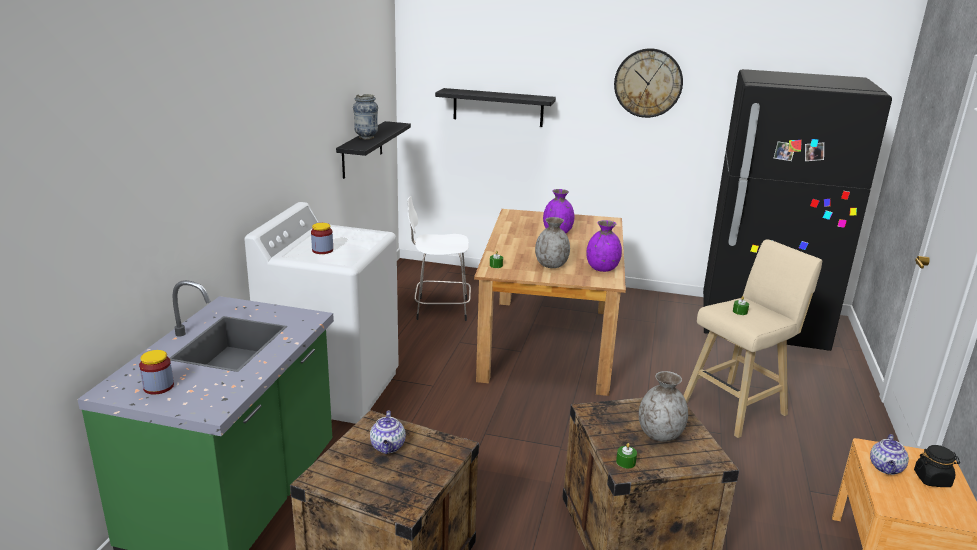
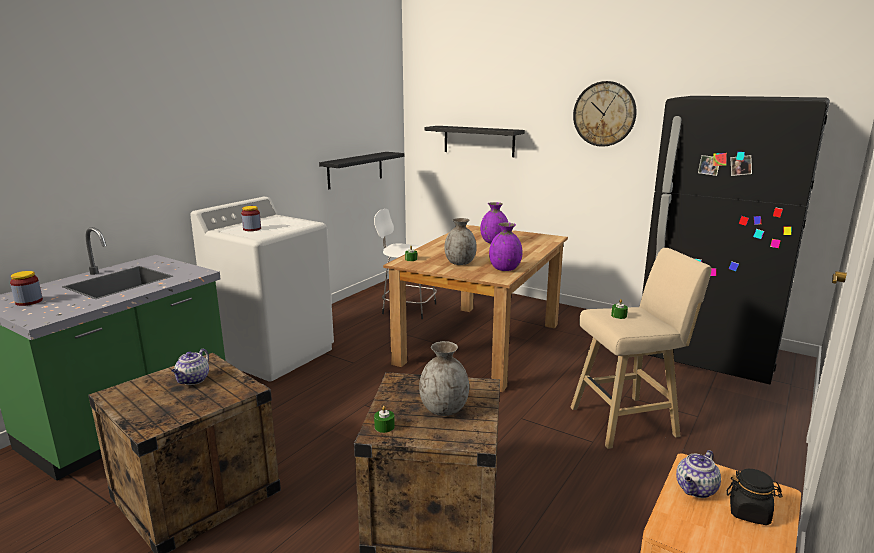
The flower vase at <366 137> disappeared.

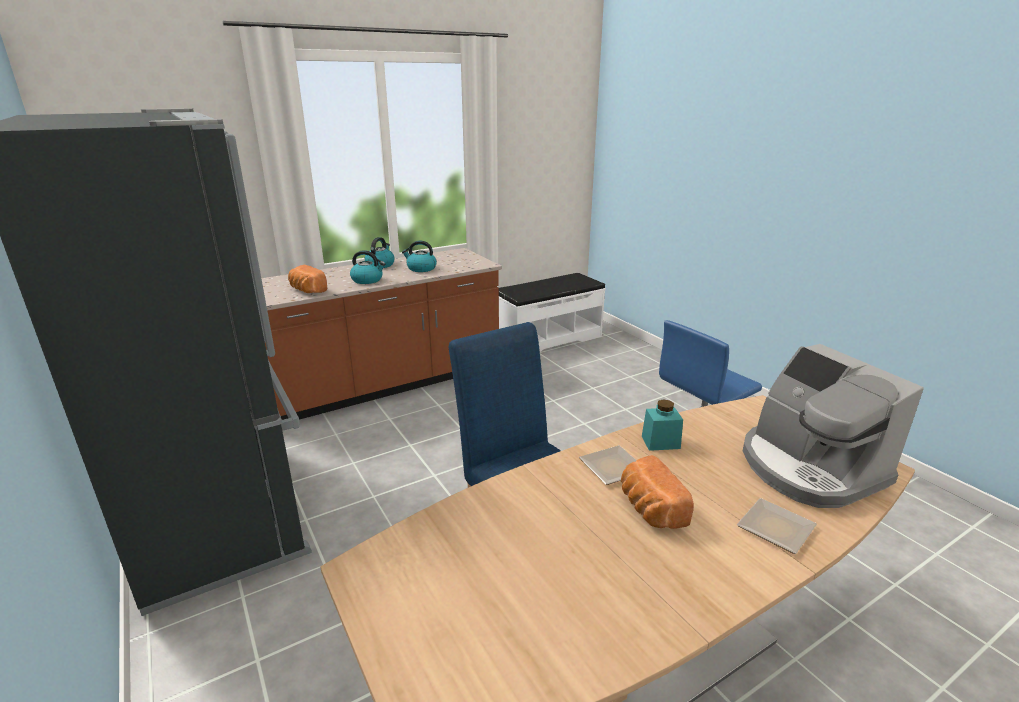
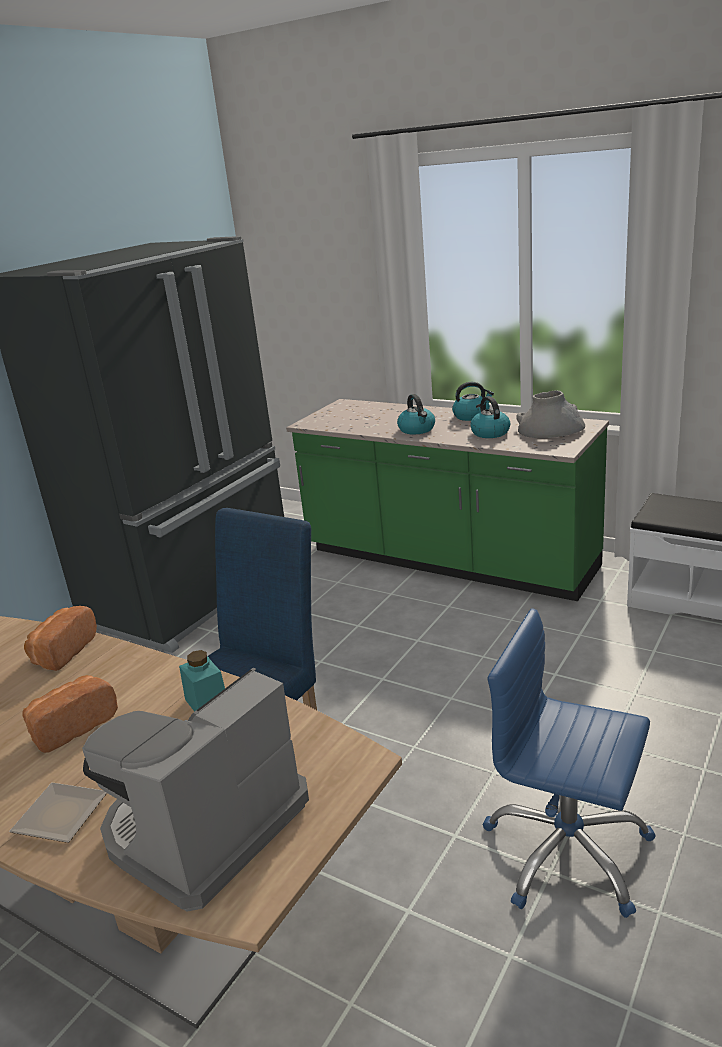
The brownish counter at <383 386> became the greenish counter at <447 561>.
The bread moved from <307 290> to <62 652>.
The plate at <613 466> disappeared.
The gray flower vase at <550 430> appeared.

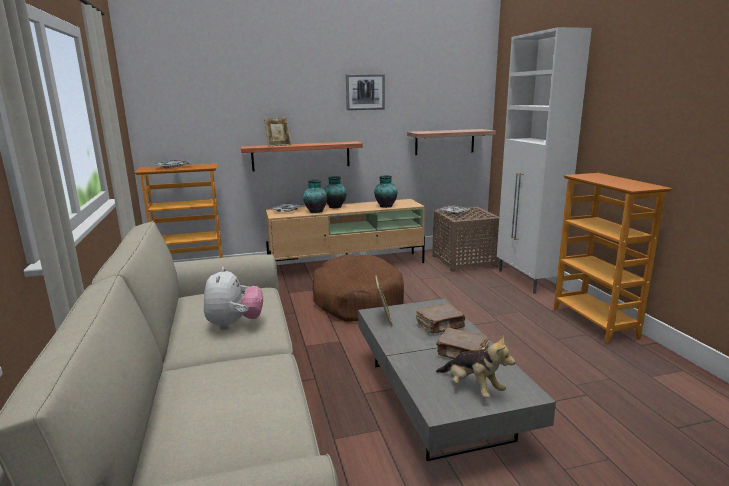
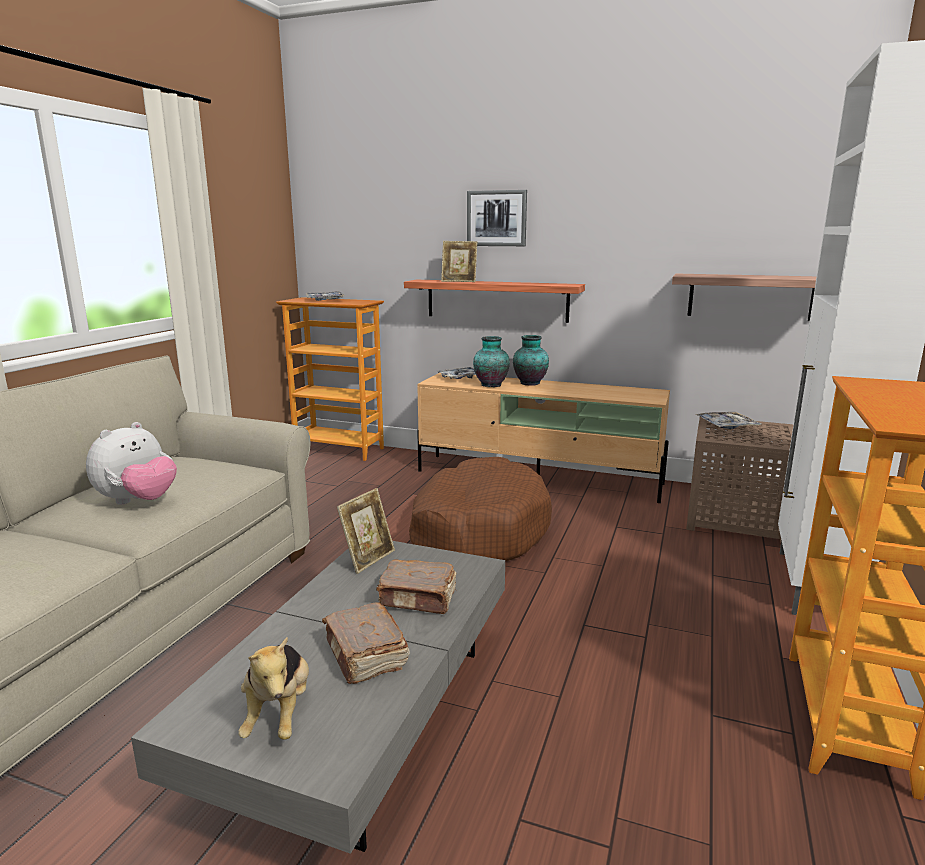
The picture moved from <365 92> to <496 218>.
The flower vase at <385 206> disappeared.

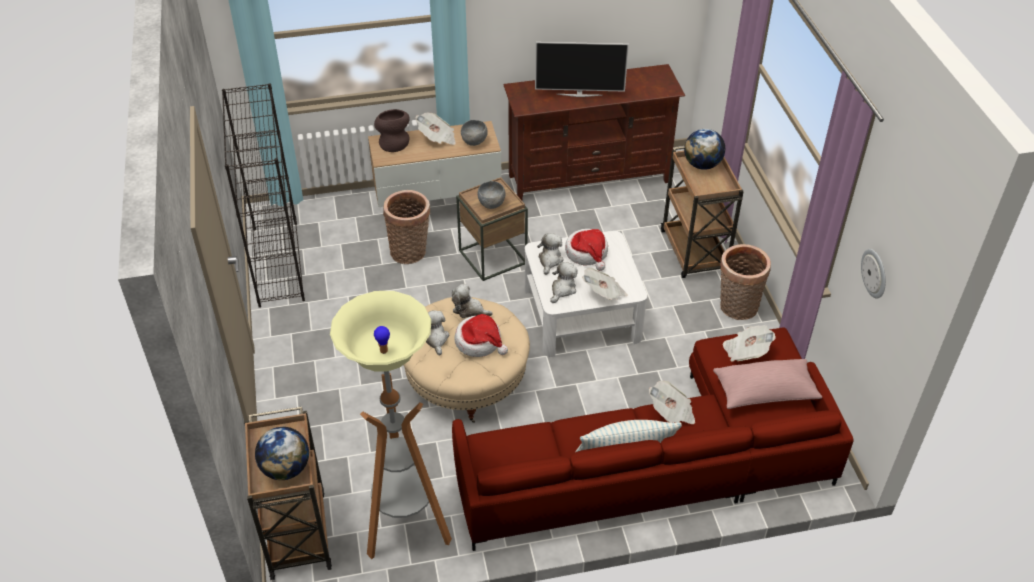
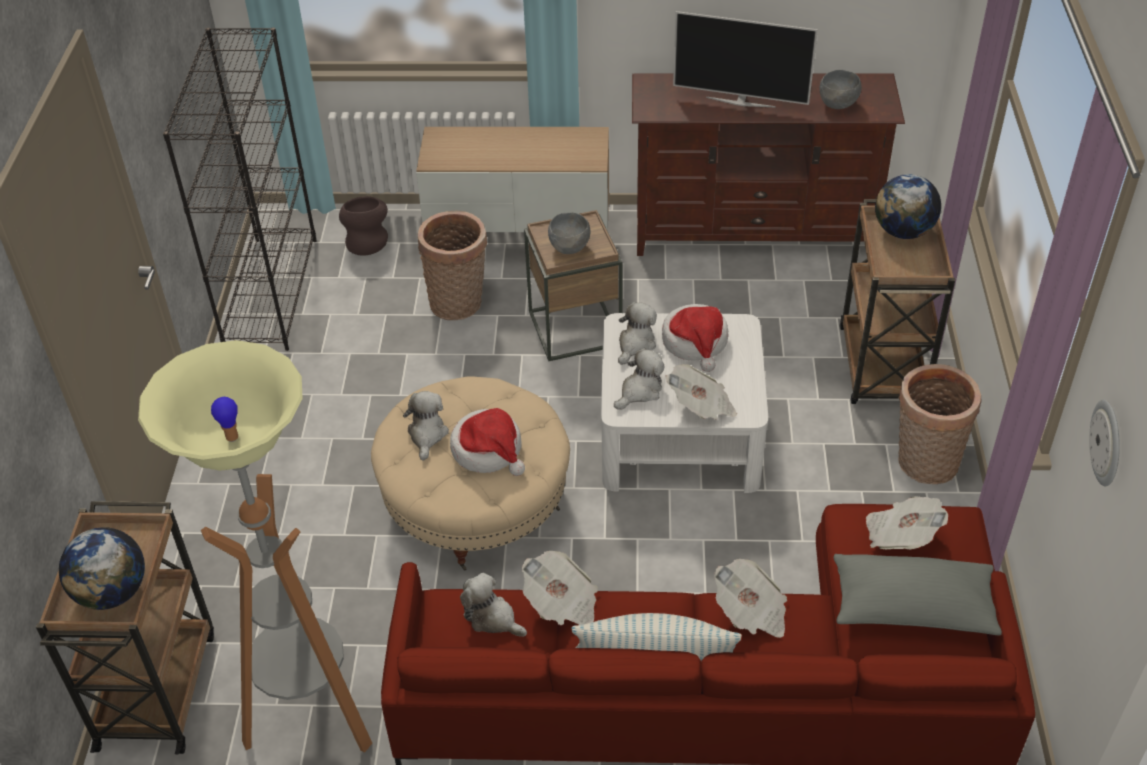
The brownish flower vase moved from <393 142> to <366 241>.
The printed paper moved from <437 138> to <562 603>.
The gray serving bowl moved from <474 142> to <838 104>.
The plush toy moved from <469 310> to <492 618>.
The pink pillow at <764 392> became the gray pillow at <912 608>.

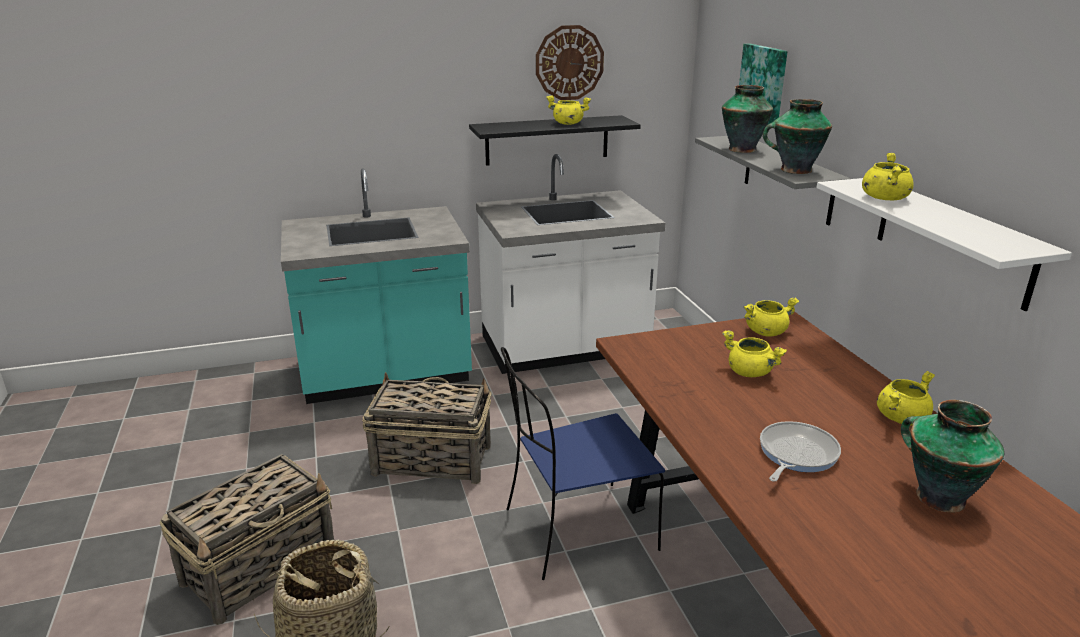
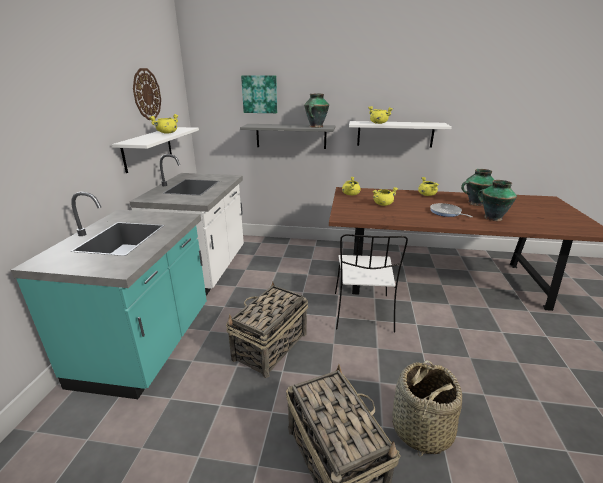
The flower vase moved from <743 149> to <492 217>.
The black shelf at <547 140> became the whitish shelf at <148 148>.
The blue-coloured upright chair at <576 530> became the whitish upright chair at <363 313>.

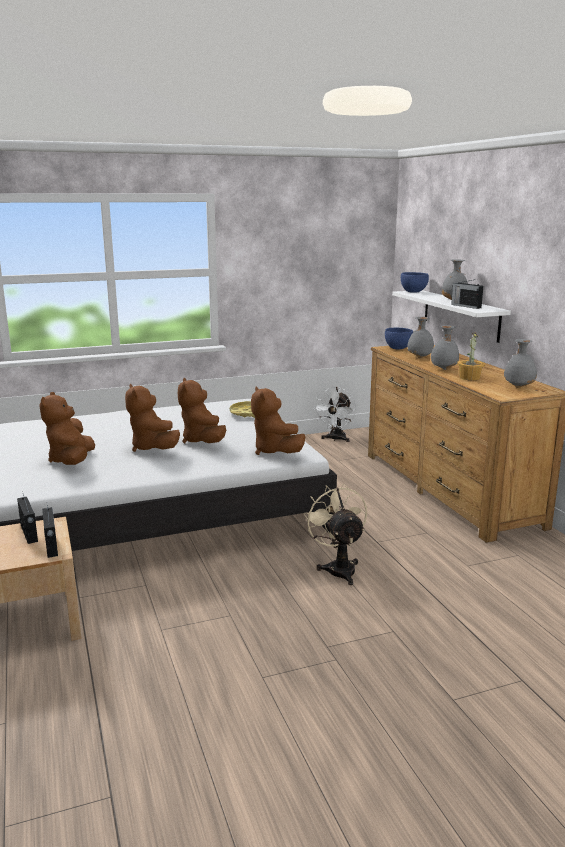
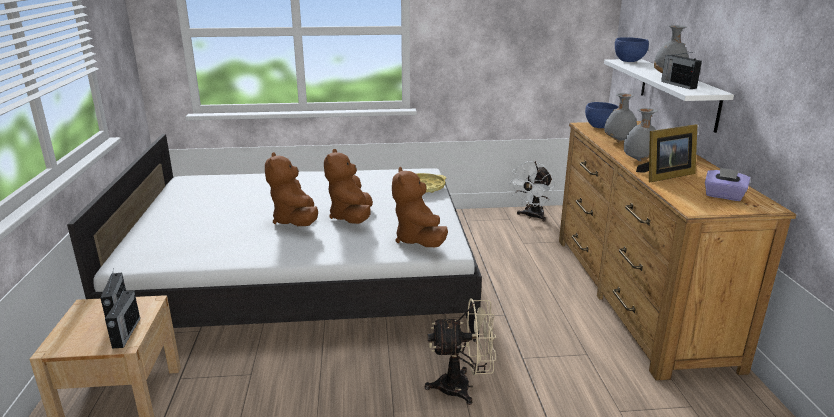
The plant in a pot at <469 377> was replaced by the picture frame at <664 175>.
The gray flower vase at <518 387> was replaced by the purplish tissue holder at <723 196>.
The brownish plush toy at <71 461> disappeared.
The sand-coloured cooling fan at <338 568> turned 90 degrees clockwise.

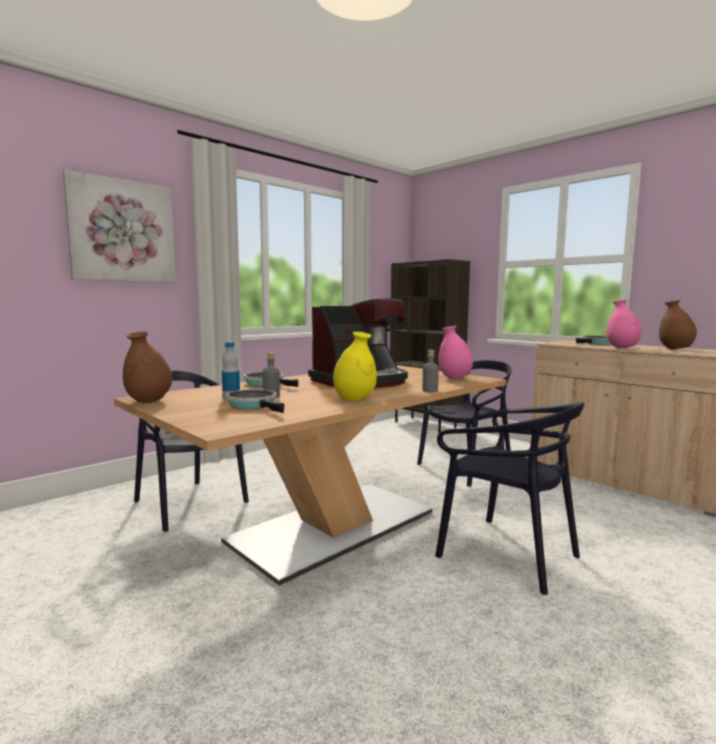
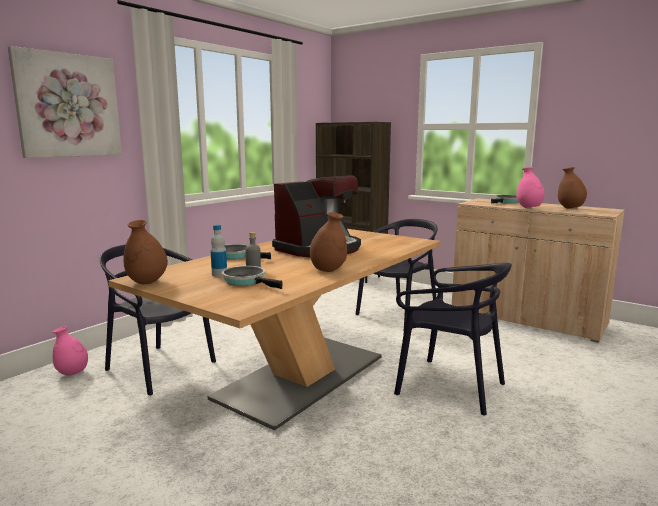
The pink flower vase moved from <454 378> to <72 373>.
The yellowish flower vase at <354 399> became the brownish flower vase at <328 270>.
The gray bottle at <430 390> disappeared.

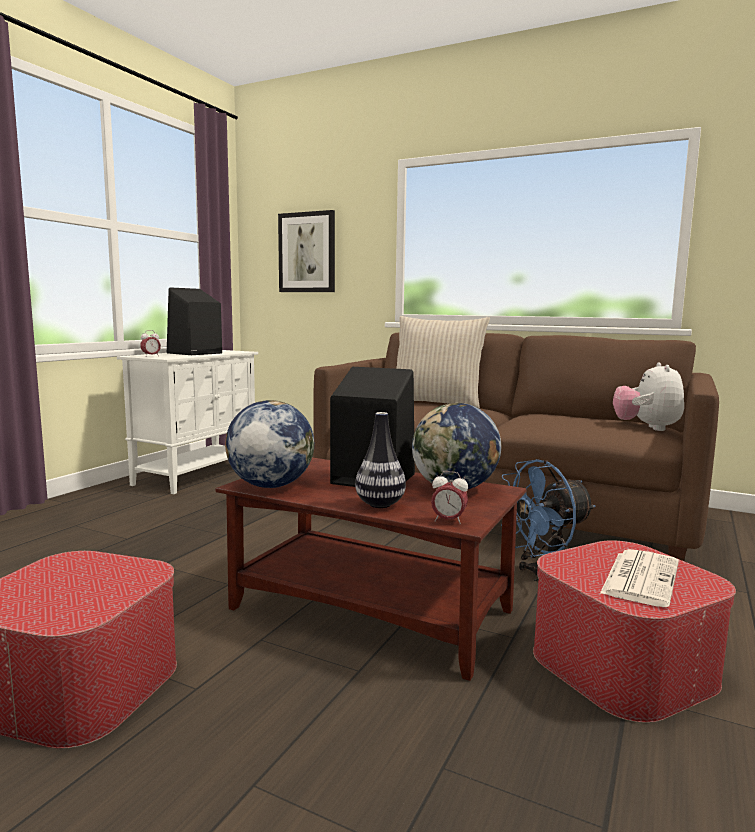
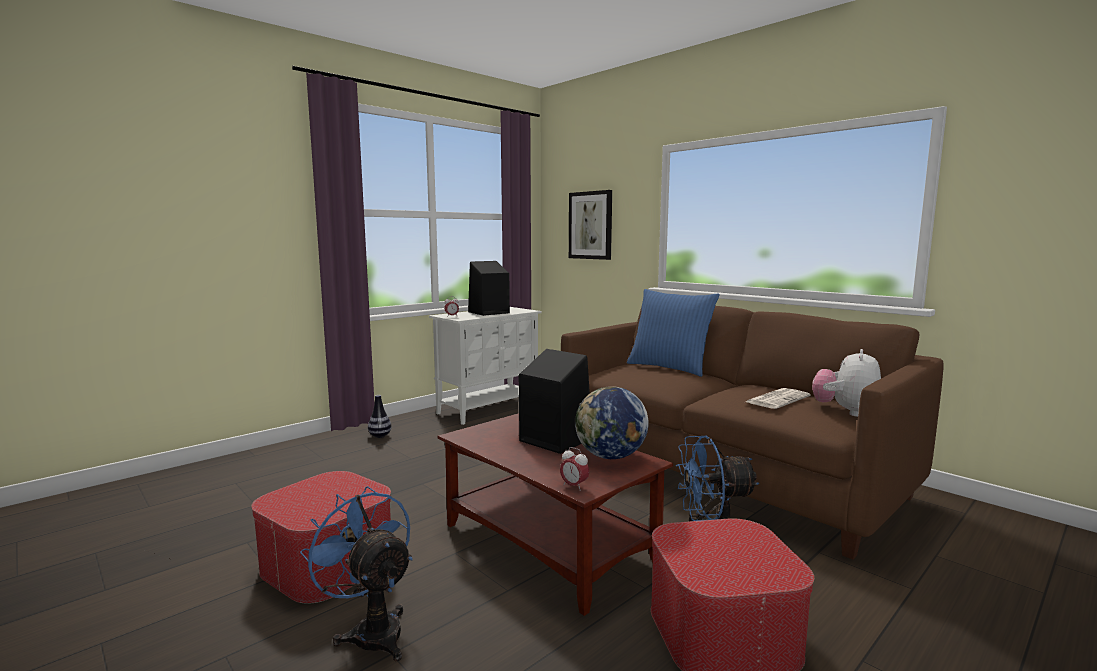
The sand-coloured pillow at <436 403> became the blue-coloured pillow at <669 367>.
The globe at <270 486> disappeared.
The flower vase moved from <380 504> to <380 436>.
The printed paper moved from <640 577> to <777 399>.
The blue-coloured cooling fan at <372 630> appeared.

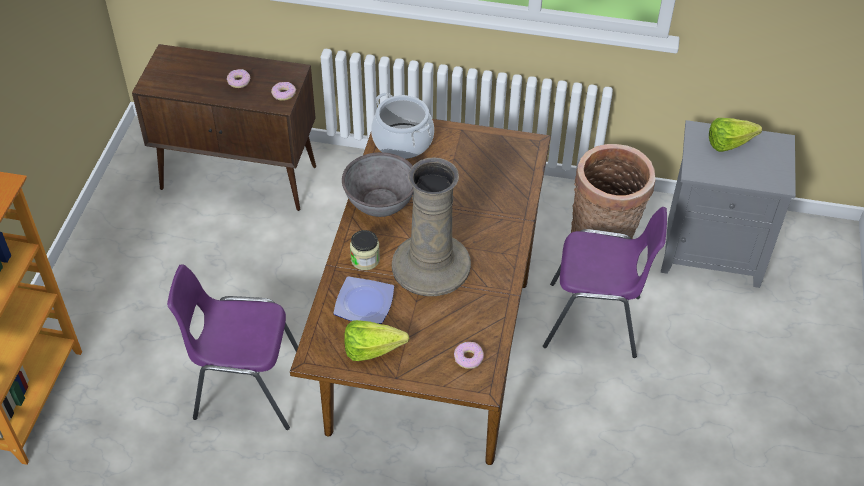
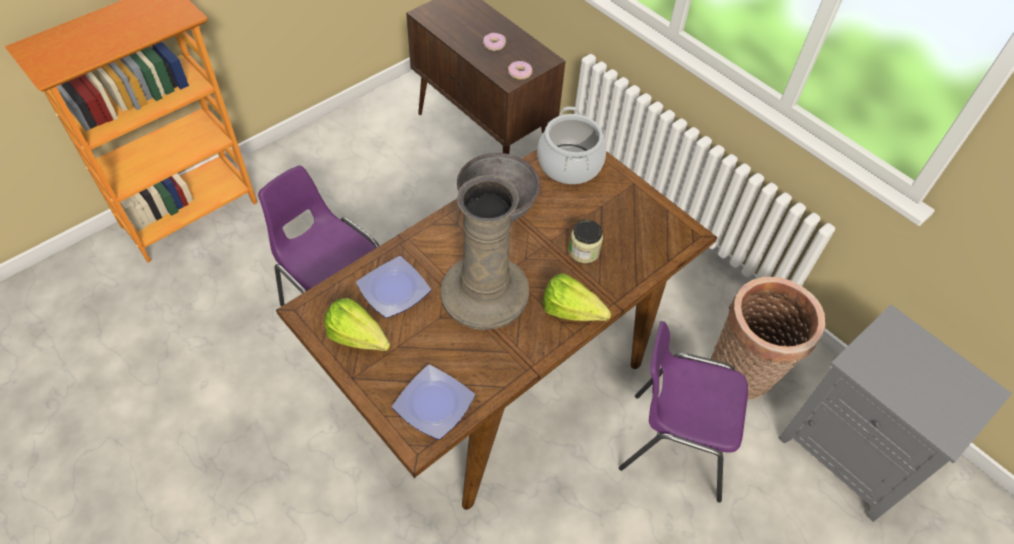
The lettuce head moved from <733 144> to <575 315>.
The purplish upright chair at <595 322> turned 150 degrees clockwise.
The preserve jar moved from <365 260> to <584 251>.
The donut at <468 358> was replaced by the plate at <432 404>.

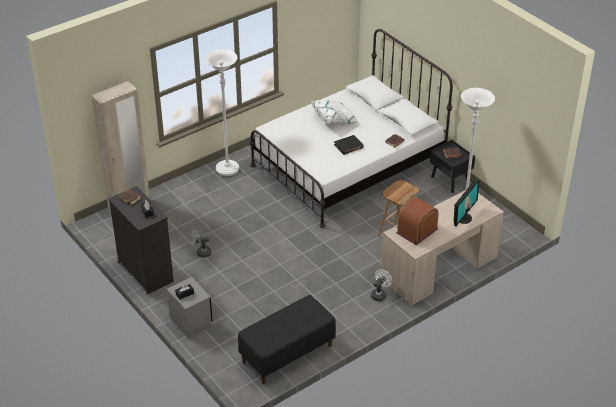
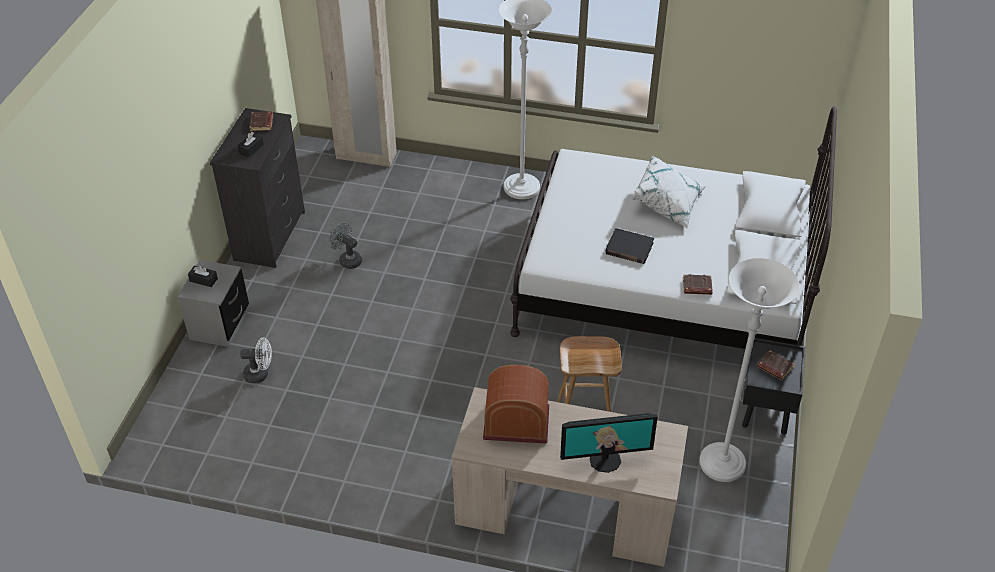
The whitish cooling fan moved from <380 294> to <260 374>.
The black bench at <287 354> disappeared.

